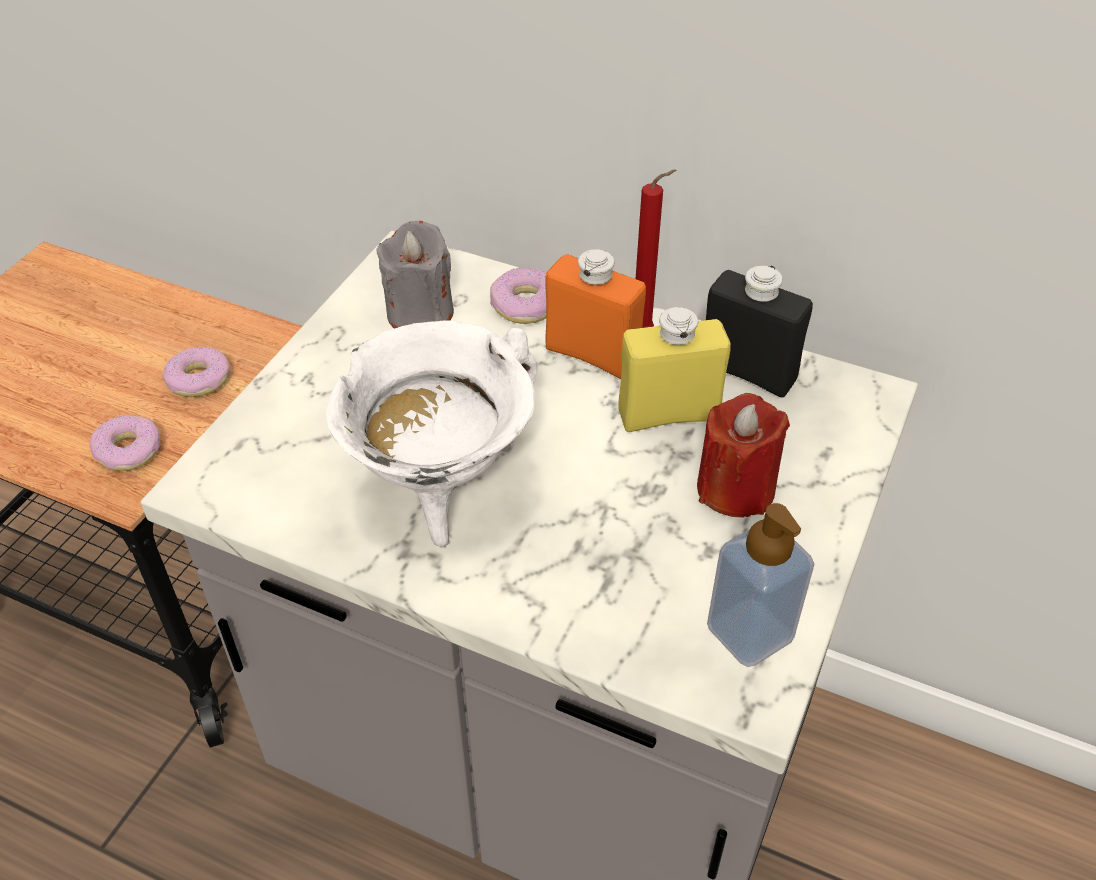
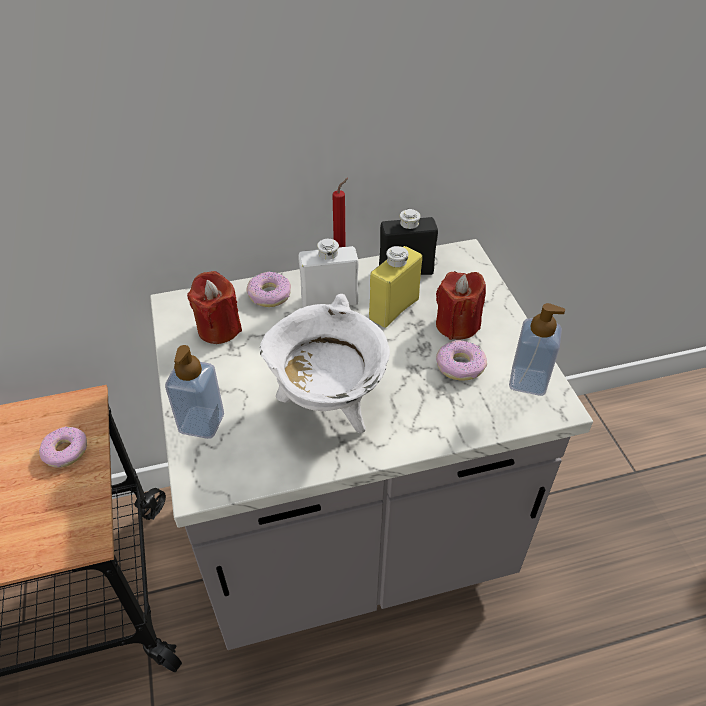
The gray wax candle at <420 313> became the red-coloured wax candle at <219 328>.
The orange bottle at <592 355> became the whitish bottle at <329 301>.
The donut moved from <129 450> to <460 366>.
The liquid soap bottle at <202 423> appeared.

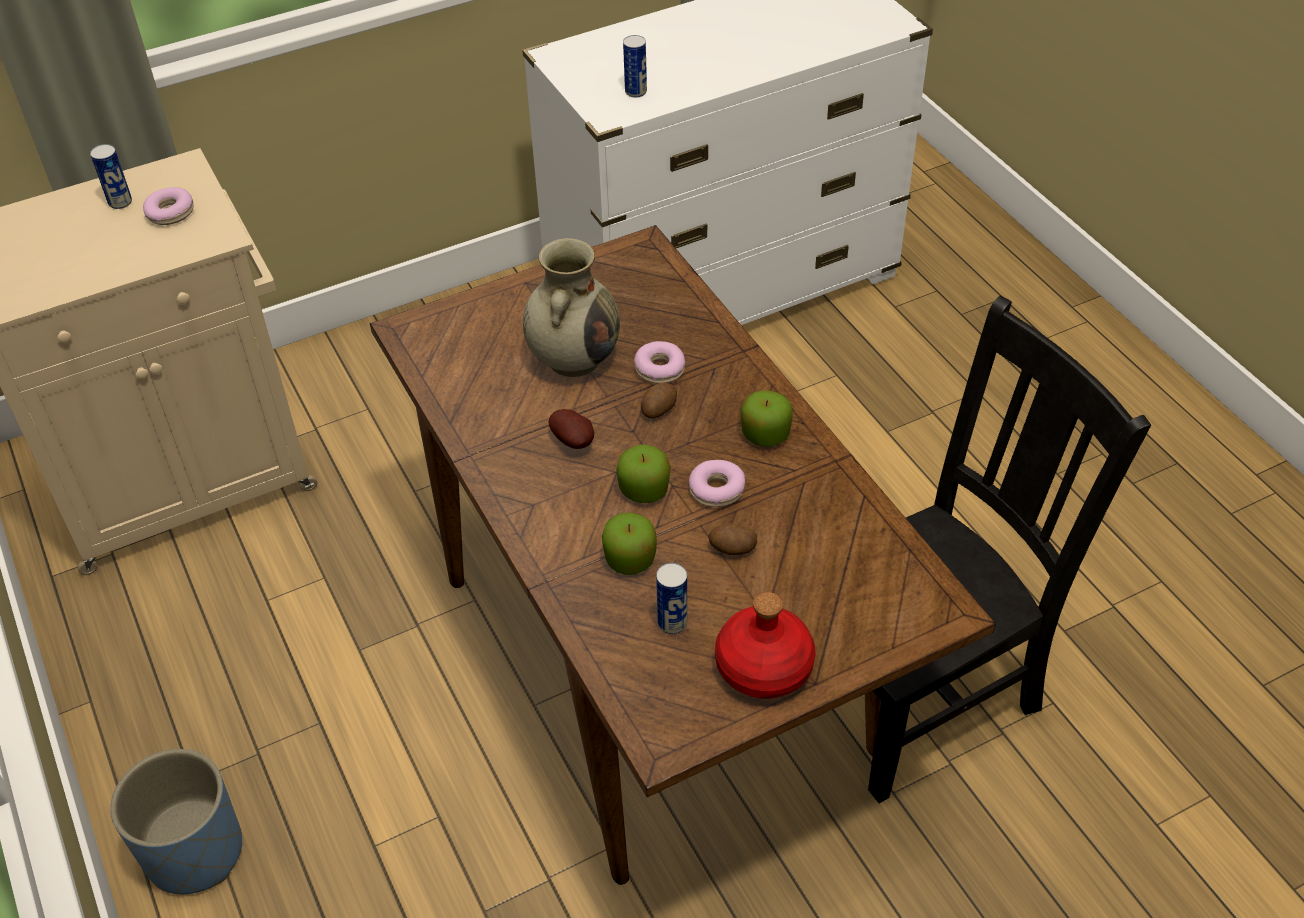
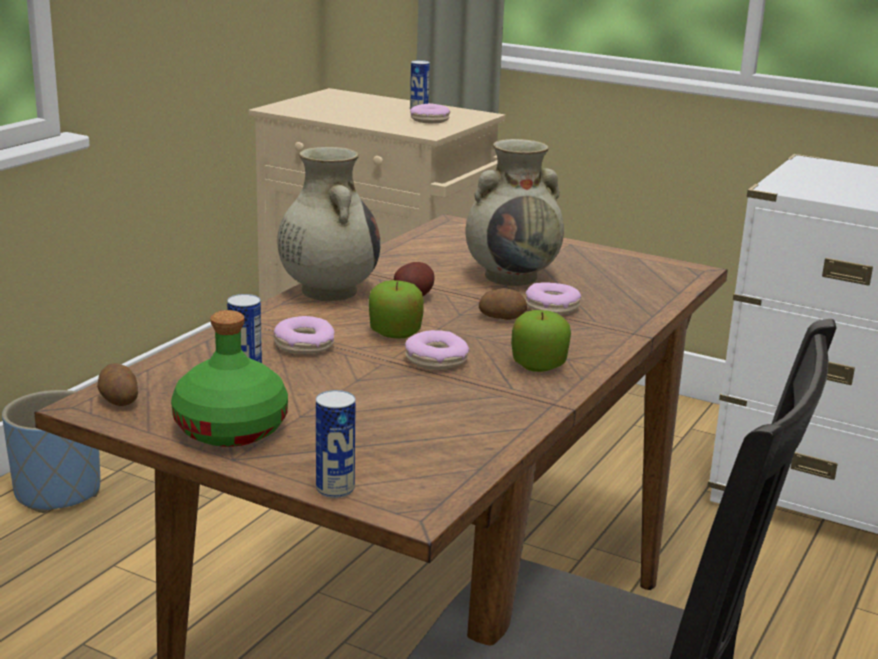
The sealed can moved from <636 92> to <335 489>.
The whole apple at <630 559> was replaced by the donut at <304 345>.
The whole potato moved from <732 549> to <118 400>.
The red-coloured bottle at <763 666> became the greenish bottle at <232 429>.
The sand-coloured flower vase at <328 290> appeared.

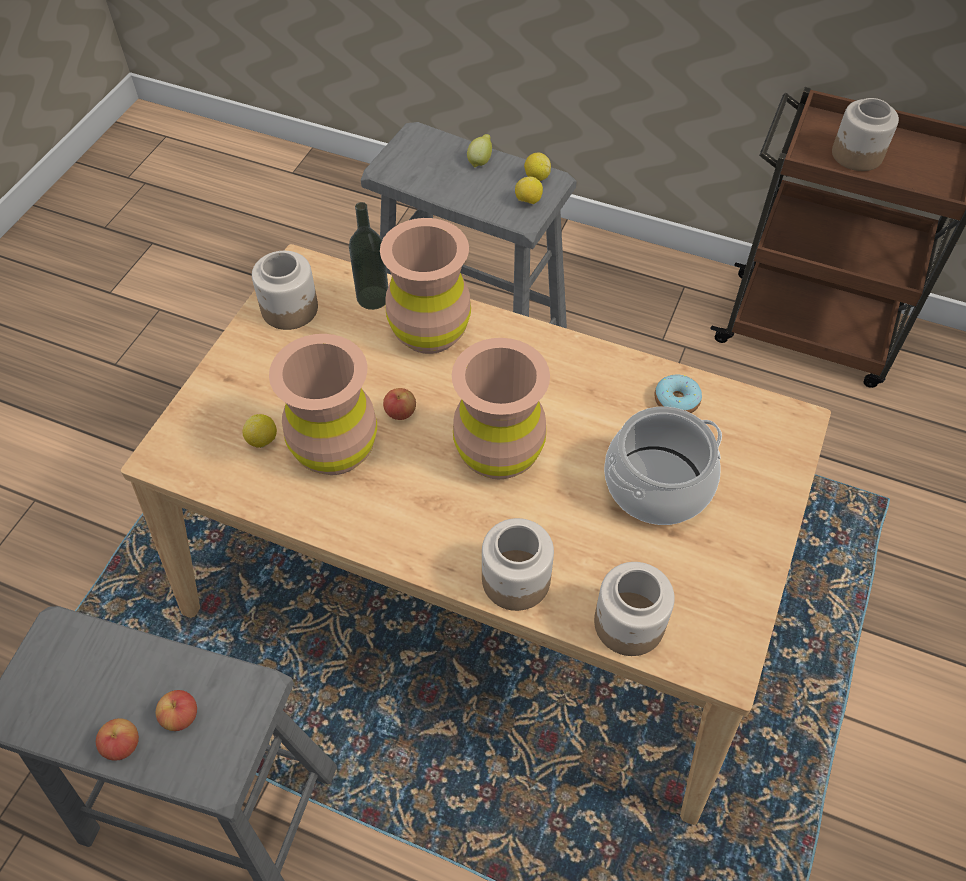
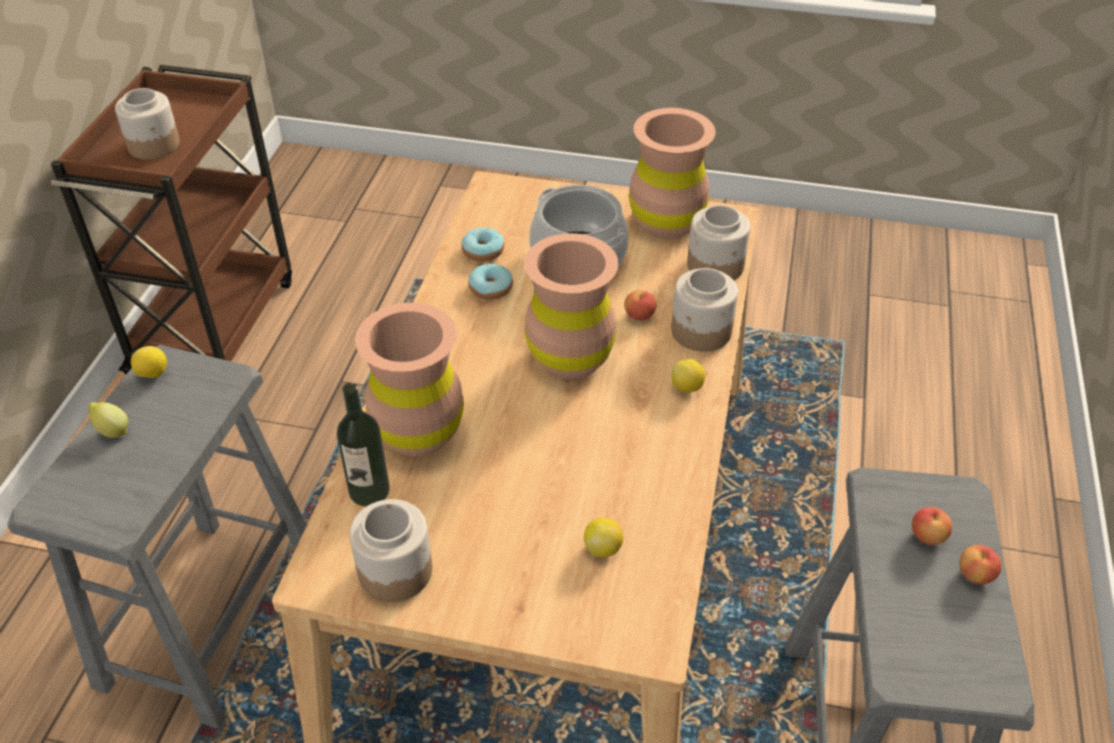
The whole lemon moved from <528 201> to <687 387>.
The brownish flower vase moved from <335 448> to <666 221>.
The whole apple moved from <400 412> to <639 315>.
The donut at <491 288> appeared.

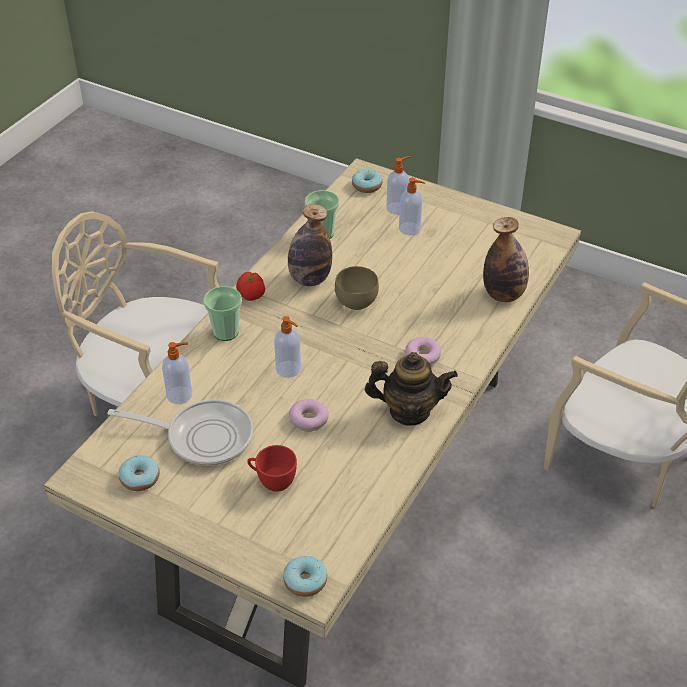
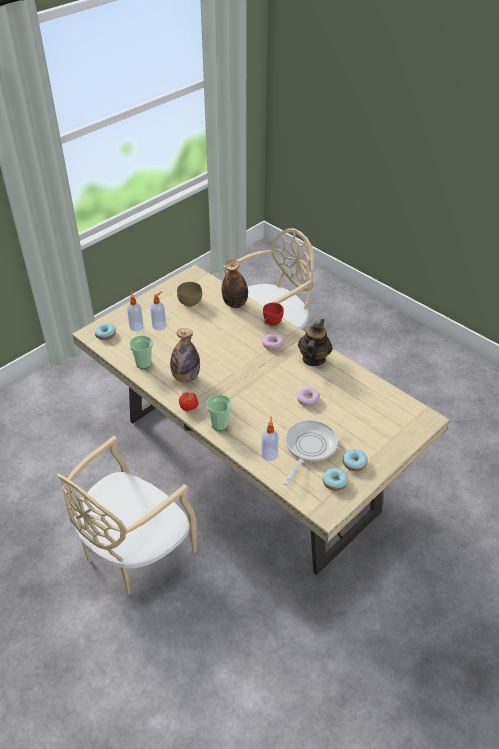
The brownish serving bowl moved from <354 302> to <190 303>.
The liquid soap bottle at <289 369> disappeared.
The red-coloured small cup moved from <272 481> to <271 324>.
The donut moved from <305 581> to <354 463>.

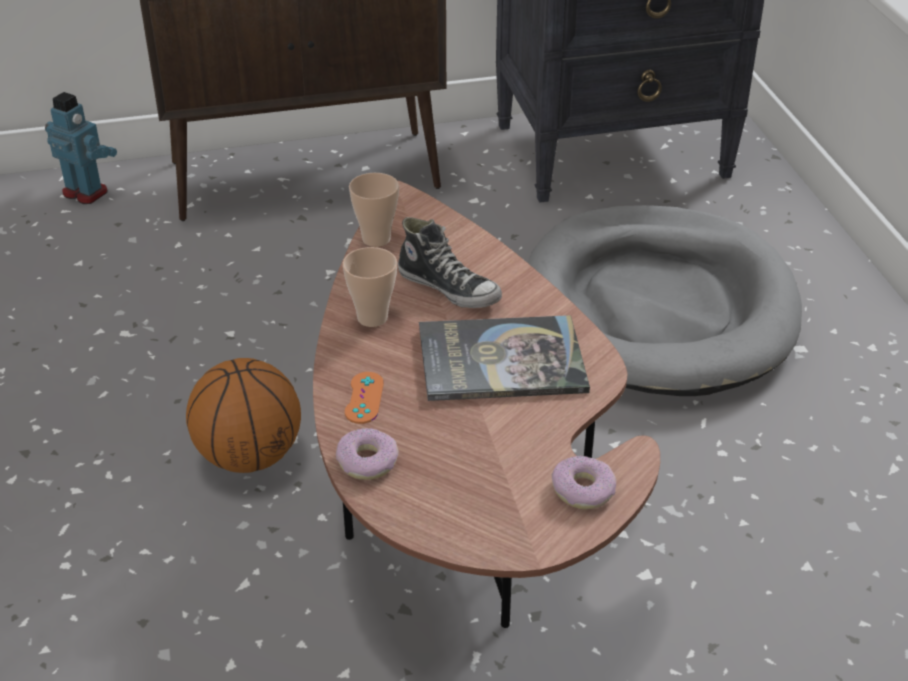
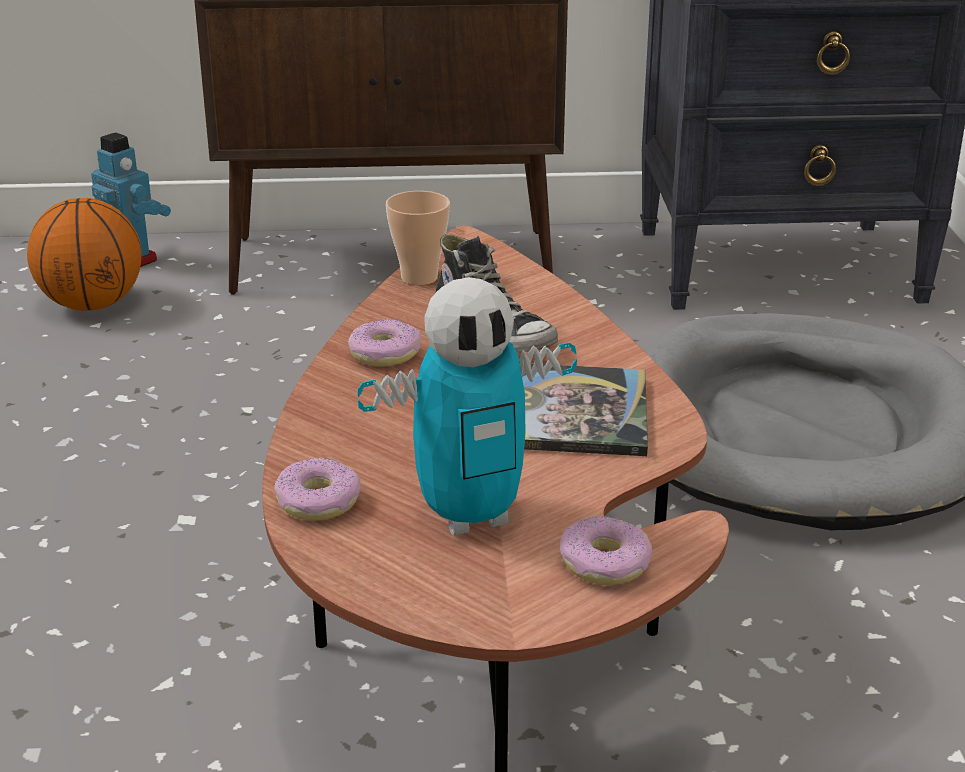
The small cup at <372 318> was replaced by the donut at <384 353>.
The basketball ball moved from <249 456> to <92 304>.
The orange game controller at <364 398> disappeared.
The robot figure at <470 516> appeared.

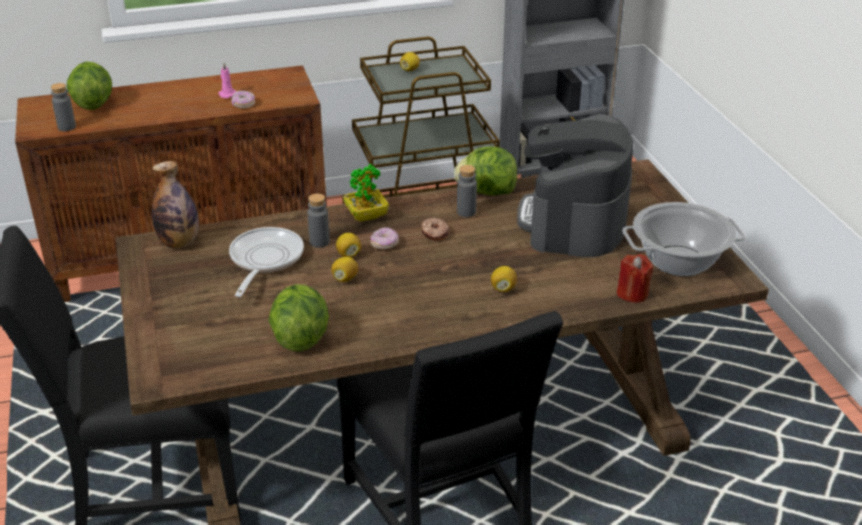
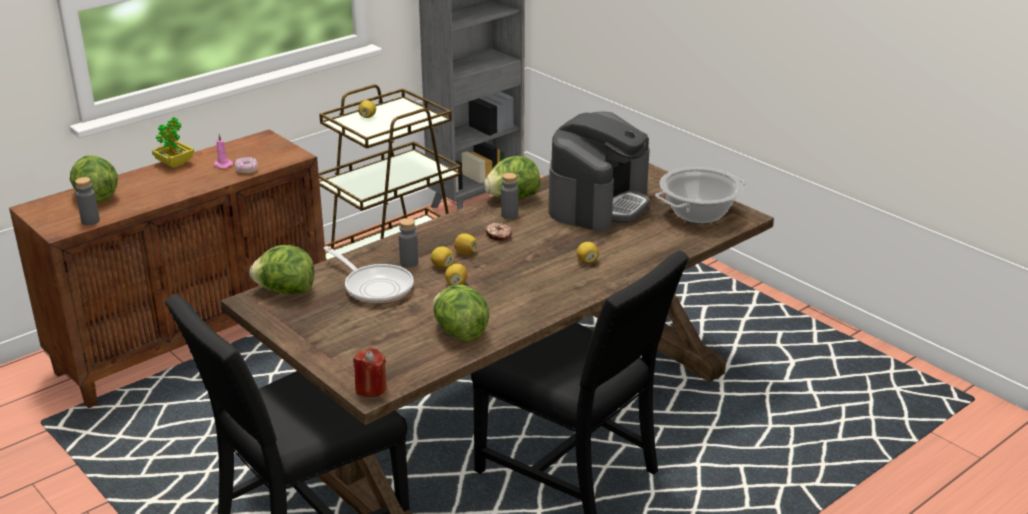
The coffee machine at <573 221> turned 135 degrees counterclockwise.
The bottle at <179 242> was replaced by the lettuce head at <285 291>.
The plant in a pot moved from <366 216> to <174 164>.
The skillet at <264 260> turned 150 degrees clockwise.
The donut at <385 244> was replaced by the whole lemon at <465 252>.
The red-coloured wax candle moved from <632 293> to <370 388>.

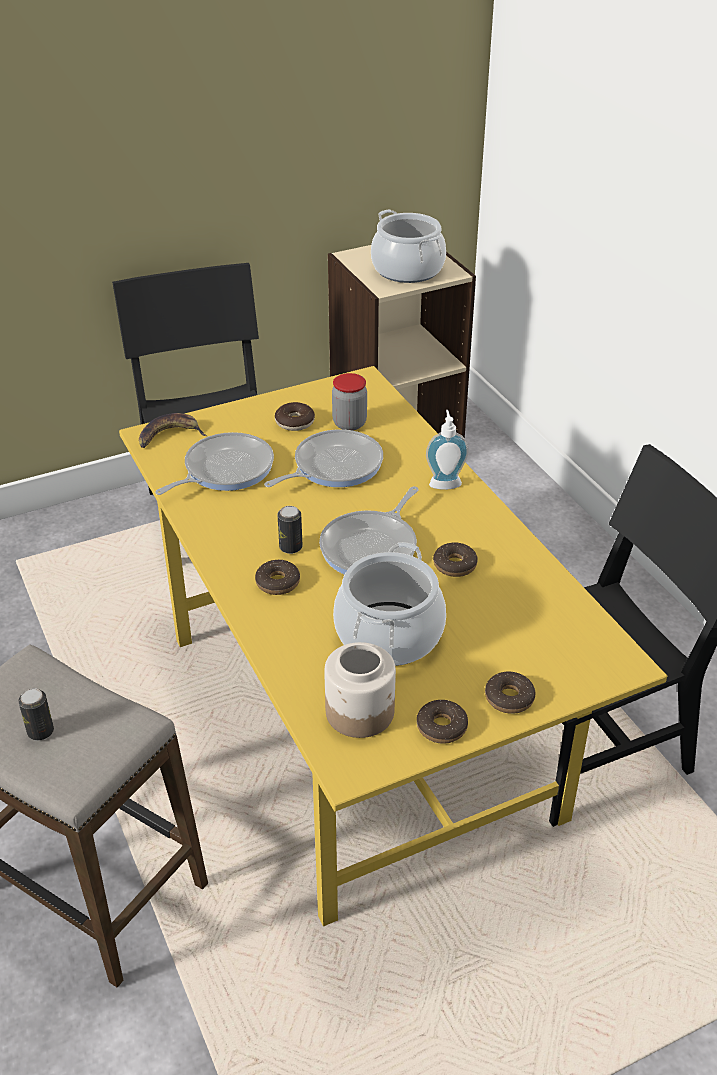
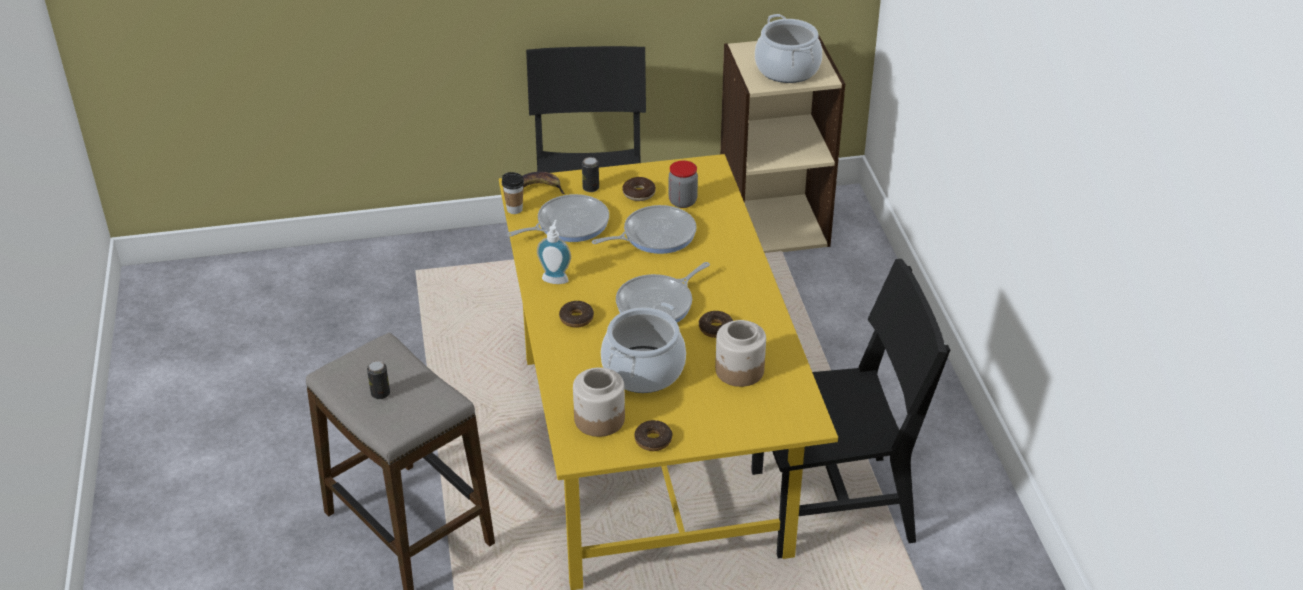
The liquid soap bottle moved from <444 482> to <556 278>.
The sealed can moved from <290 547> to <590 188>.
The donut at <509 698> disappeared.
The small cup at <514 209> appeared.
The preserve jar at <739 371> appeared.

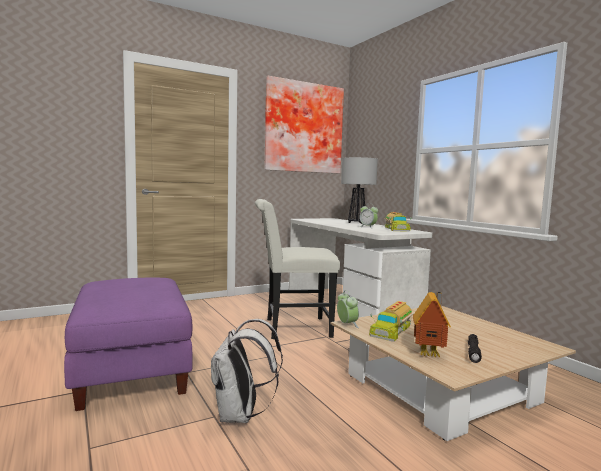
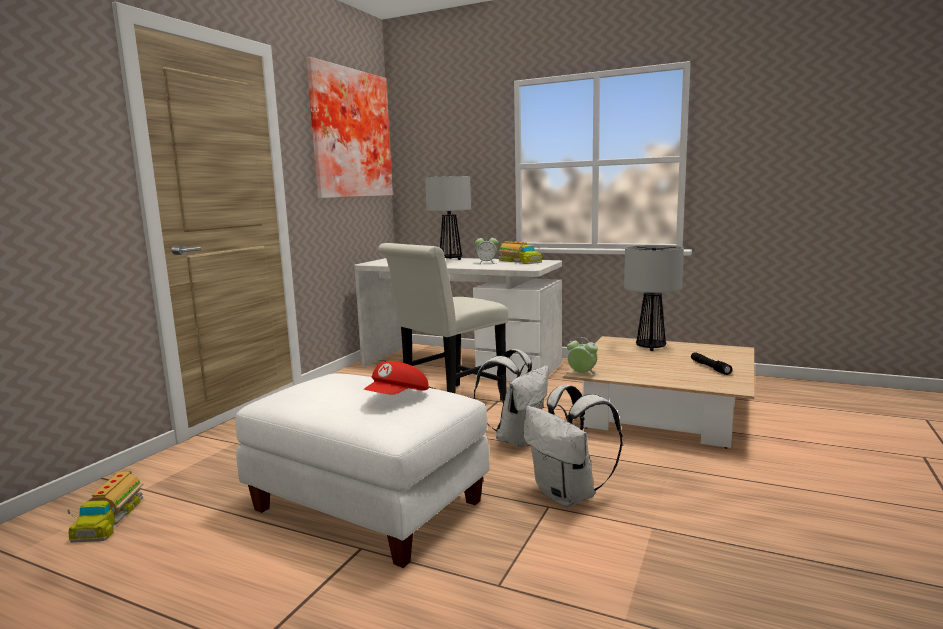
The purplish footrest at <133 369> became the whitish footrest at <370 505>.
The miniature house at <430 354> disappeared.
The toy lorry moved from <391 330> to <109 518>.
The lamp for a table at <650 347> appeared.
The whitish backpack at <517 439> appeared.
The red-coloured peaked cap at <398 398> appeared.

